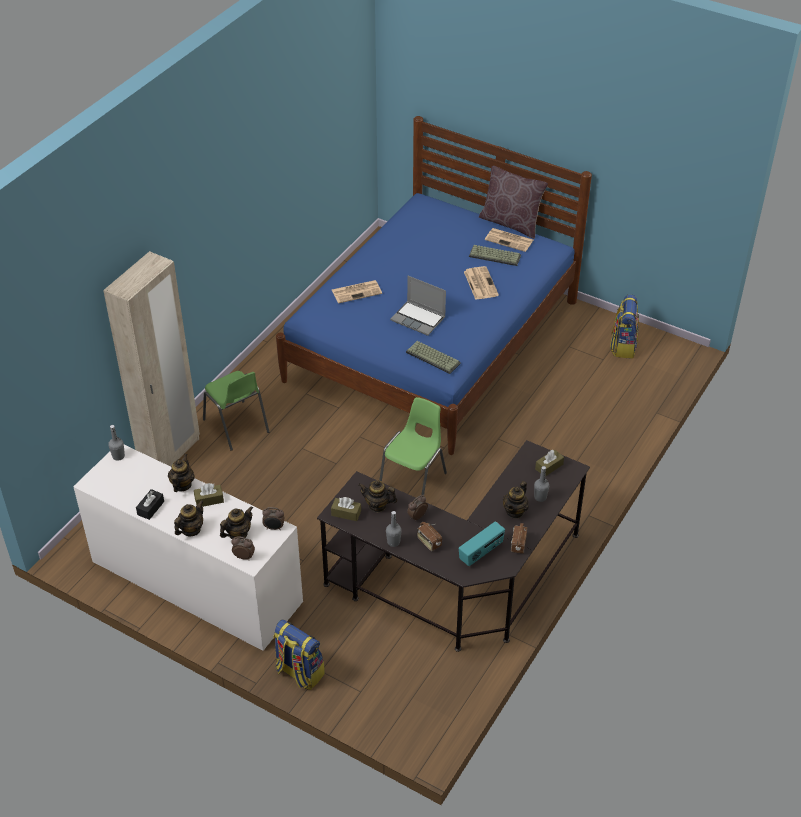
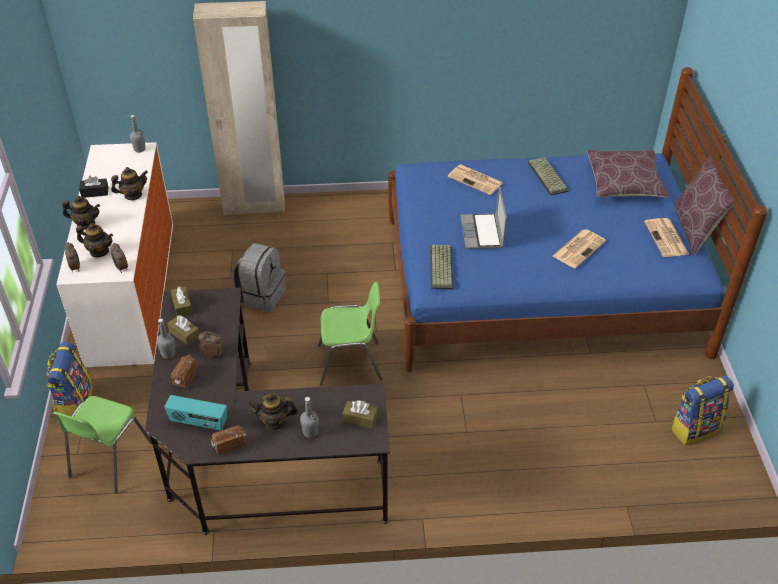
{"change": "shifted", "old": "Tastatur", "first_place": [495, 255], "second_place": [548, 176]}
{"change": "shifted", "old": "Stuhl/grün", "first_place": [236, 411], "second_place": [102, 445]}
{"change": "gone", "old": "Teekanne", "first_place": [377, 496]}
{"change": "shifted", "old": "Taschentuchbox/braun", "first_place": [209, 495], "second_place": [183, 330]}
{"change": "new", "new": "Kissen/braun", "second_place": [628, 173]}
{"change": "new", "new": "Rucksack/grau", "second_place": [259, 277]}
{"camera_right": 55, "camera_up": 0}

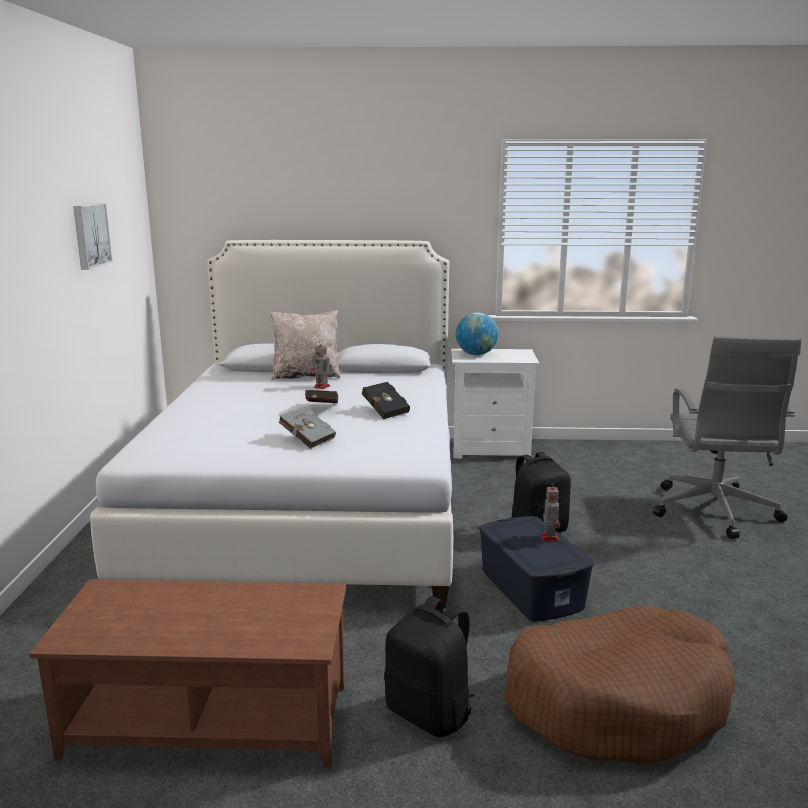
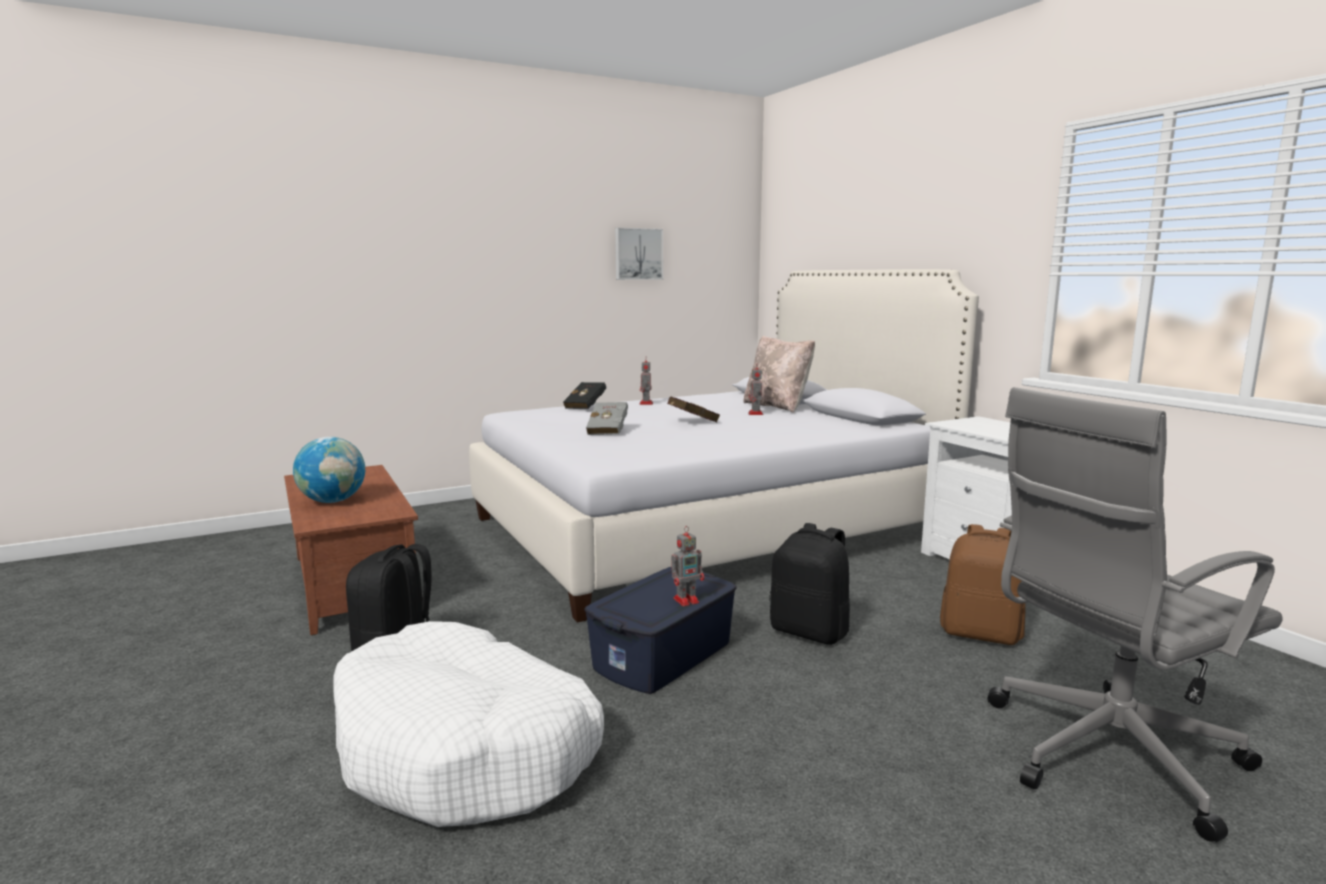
{"change": "shifted", "old": "Globus", "first_place": [477, 333], "second_place": [329, 470]}
{"change": "shifted", "old": "Buch/schwarz", "first_place": [386, 400], "second_place": [584, 395]}
{"change": "repainted", "old": "Hundebett/braun", "new": "Hundebett/weiß", "first_place": [619, 685], "second_place": [468, 724]}
{"change": "new", "new": "Spielzeugroboter", "second_place": [646, 383]}
{"change": "new", "new": "Rucksack/braun", "second_place": [983, 584]}
{"camera_right": 60, "camera_up": -5}

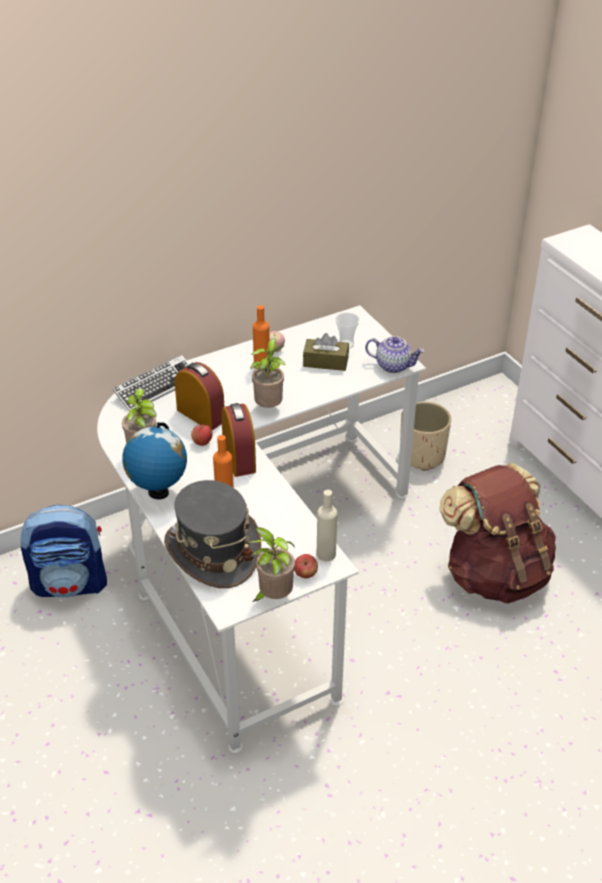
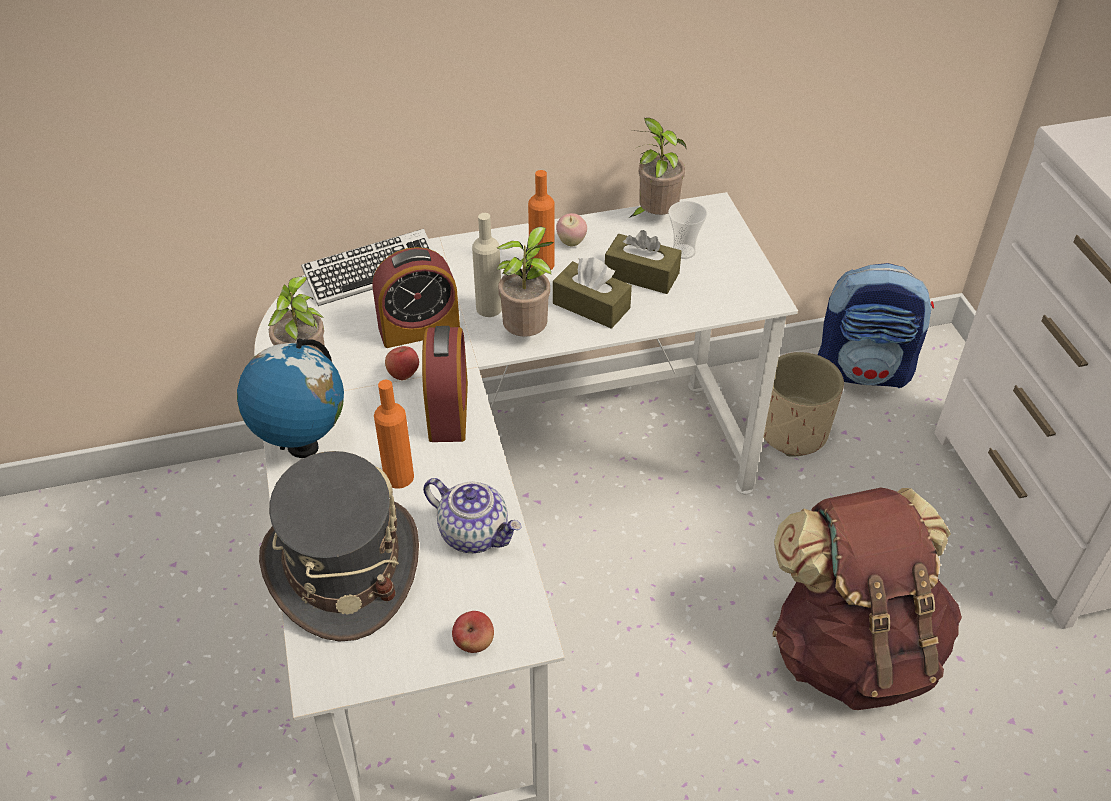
{"change": "shifted", "old": "Teekanne", "first_place": [394, 354], "second_place": [472, 515]}
{"change": "rotated", "old": "Wecker", "first_place": [199, 396], "second_place": [416, 297], "degrees": 105}
{"change": "shifted", "old": "Flasche/beige", "first_place": [327, 525], "second_place": [487, 265]}
{"change": "shifted", "old": "Rucksack", "first_place": [63, 551], "second_place": [876, 325]}
{"change": "shifted", "old": "Topfpflanze", "first_place": [271, 564], "second_place": [658, 168]}
{"change": "new", "new": "Taschentuchbox/braun", "second_place": [592, 293]}
{"camera_right": 15, "camera_up": 5}

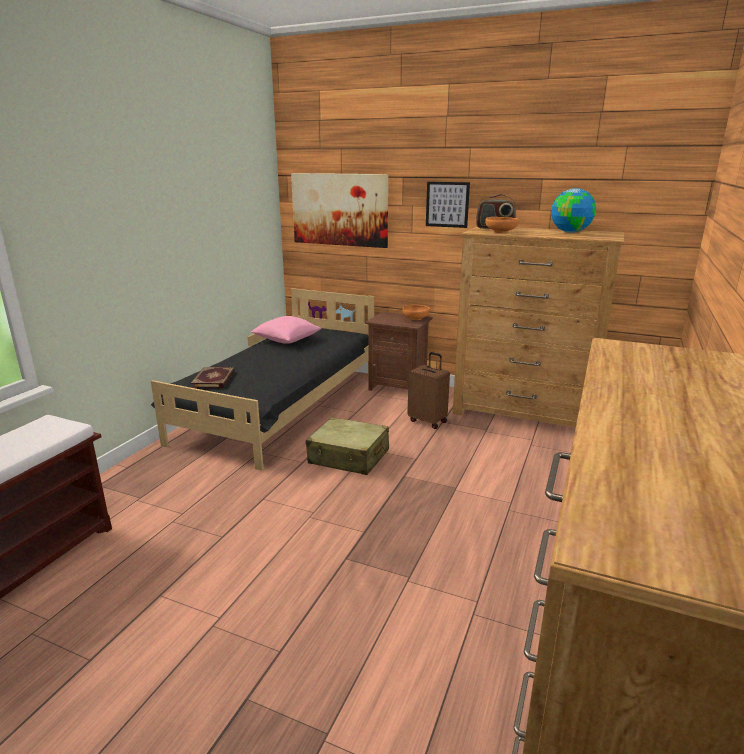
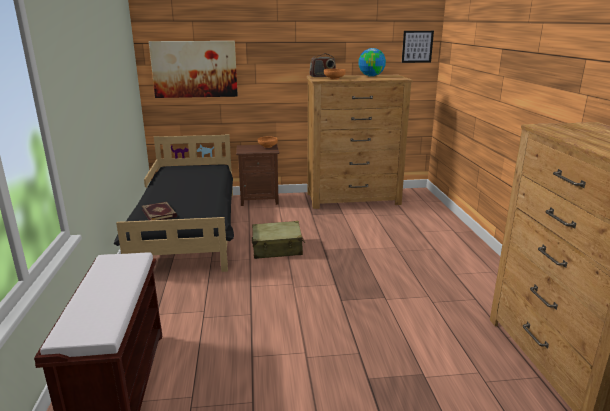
{"change": "shifted", "old": "Bild", "first_place": [448, 205], "second_place": [418, 47]}
{"change": "gone", "old": "Kissen/rosa", "first_place": [286, 330]}
{"change": "gone", "old": "Koffer/braun", "first_place": [428, 390]}
{"camera_right": -30, "camera_up": 0}

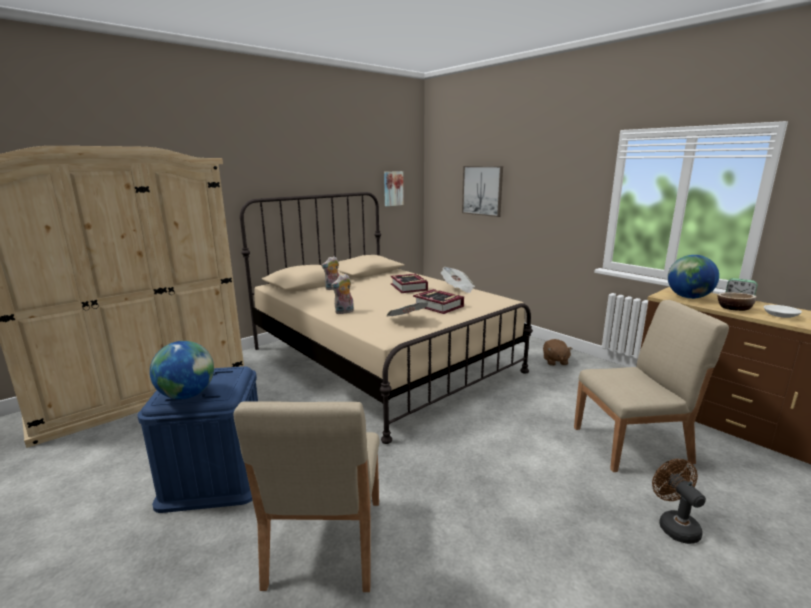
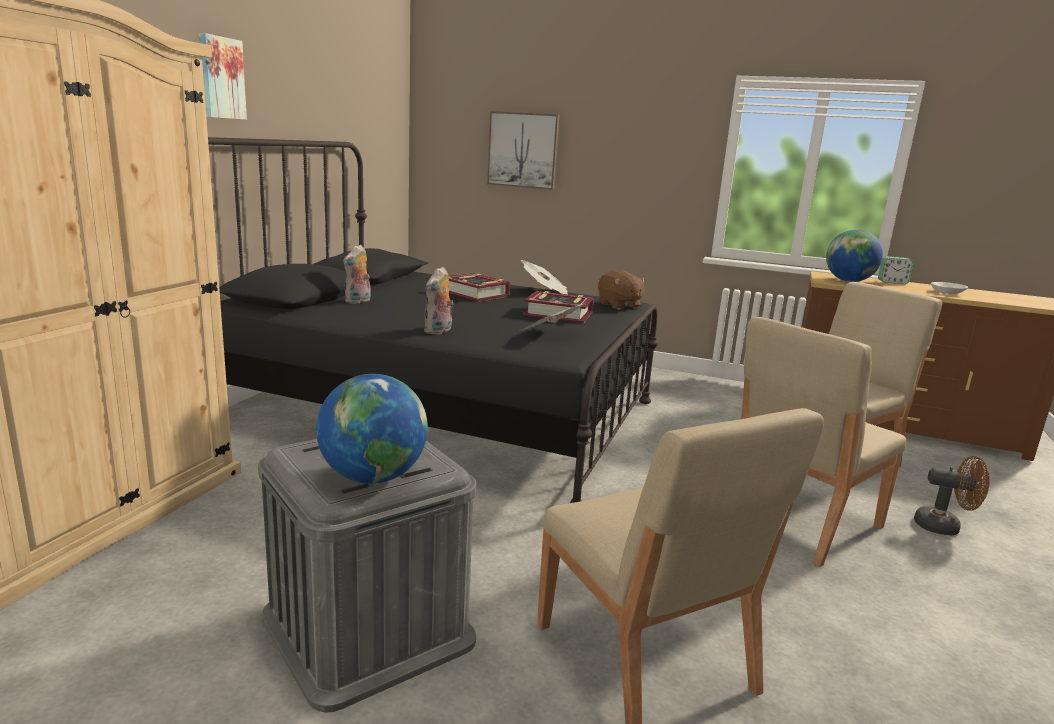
{"change": "shifted", "old": "Bild", "first_place": [393, 188], "second_place": [223, 76]}
{"change": "repainted", "old": "Bett/beige", "new": "Bett/schwarz", "first_place": [386, 318], "second_place": [433, 320]}
{"change": "gone", "old": "Schüssel", "first_place": [737, 301]}
{"change": "shifted", "old": "Plüschtier/braun", "first_place": [558, 352], "second_place": [622, 290]}
{"change": "repainted", "old": "Aufbewahrungsbox/blau", "new": "Aufbewahrungsbox/grau", "first_place": [197, 439], "second_place": [367, 576]}
{"change": "rotated", "old": "Ventilator/braun", "first_place": [679, 501], "second_place": [952, 496], "degrees": 150}
{"change": "new", "new": "Stuhl/beige", "second_place": [823, 442]}
{"camera_right": -30, "camera_up": 0}

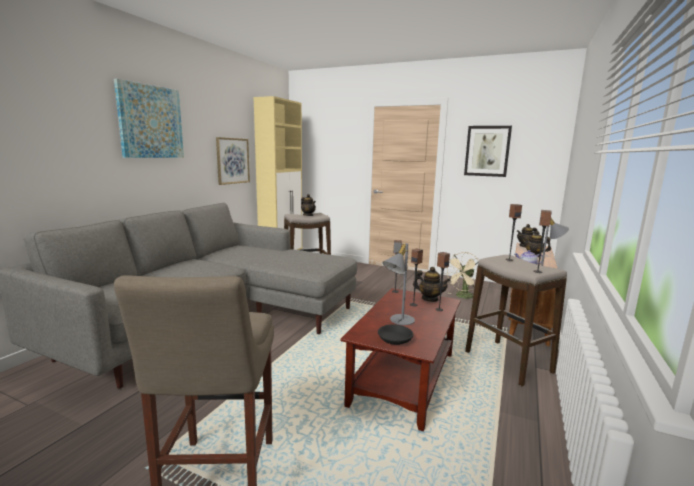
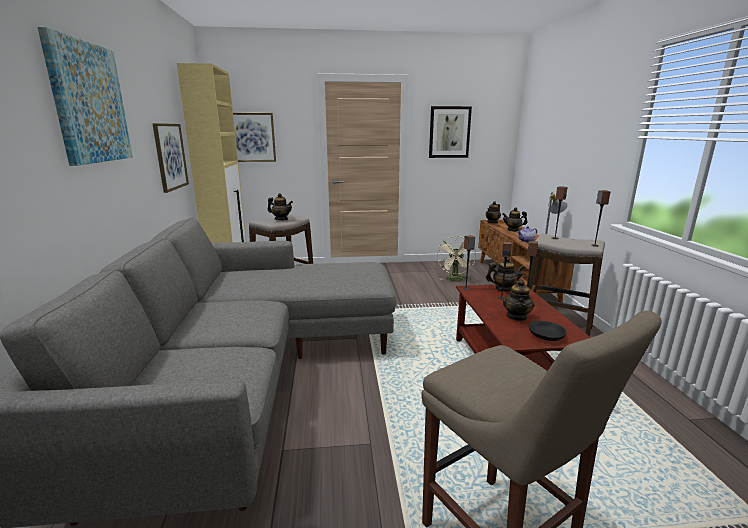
{"change": "swapped", "old": "Tischlampe/grau", "new": "Teekanne", "first_place": [398, 284], "second_place": [519, 300]}
{"change": "new", "new": "Bild", "second_place": [254, 137]}
{"camera_right": -30, "camera_up": 5}

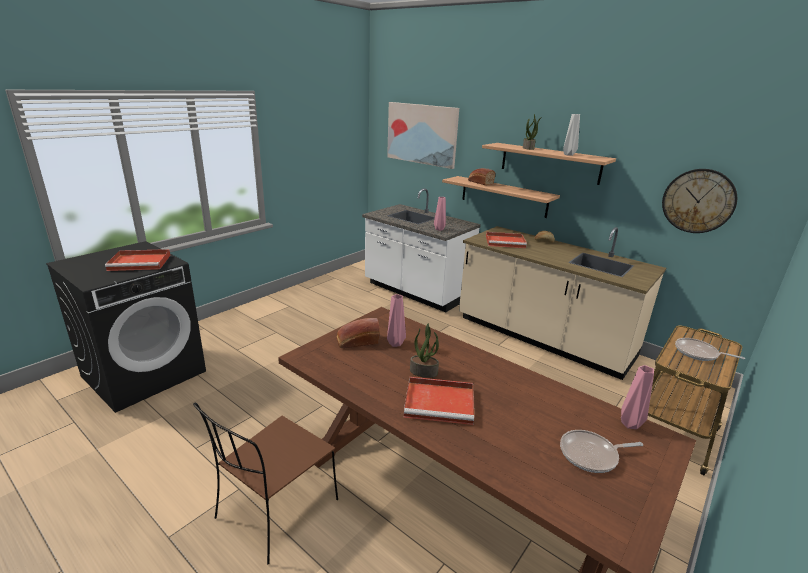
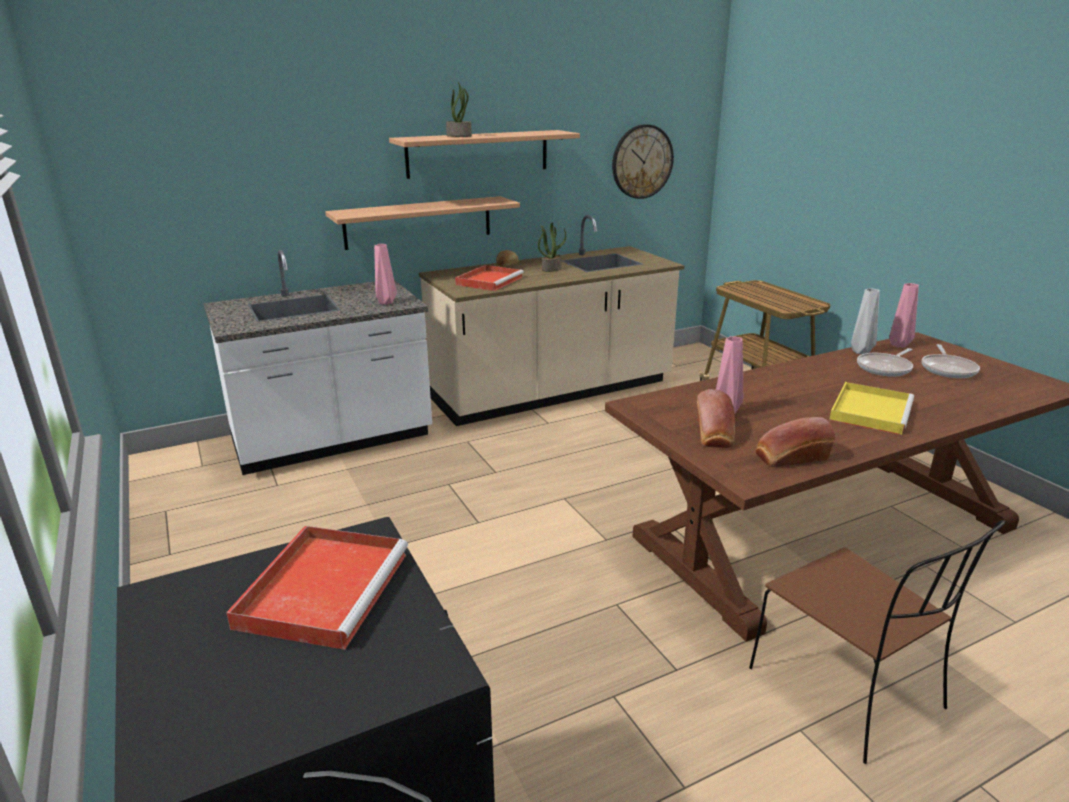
{"change": "gone", "old": "Bild", "first_place": [423, 135]}
{"change": "shifted", "old": "Vase/grau", "first_place": [571, 135], "second_place": [865, 321]}
{"change": "shifted", "old": "Brot", "first_place": [482, 176], "second_place": [795, 442]}
{"change": "shifted", "old": "Topfpflanze", "first_place": [424, 350], "second_place": [552, 247]}
{"change": "shifted", "old": "Pfanne", "first_place": [710, 349], "second_place": [885, 362]}
{"change": "repainted", "old": "Tablett/rot", "new": "Tablett/gelb", "first_place": [439, 401], "second_place": [871, 408]}
{"camera_right": -65, "camera_up": 0}

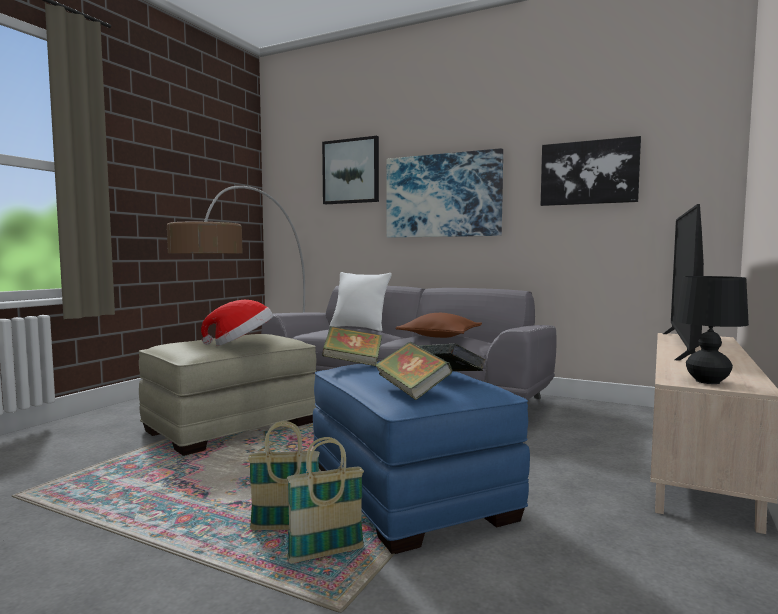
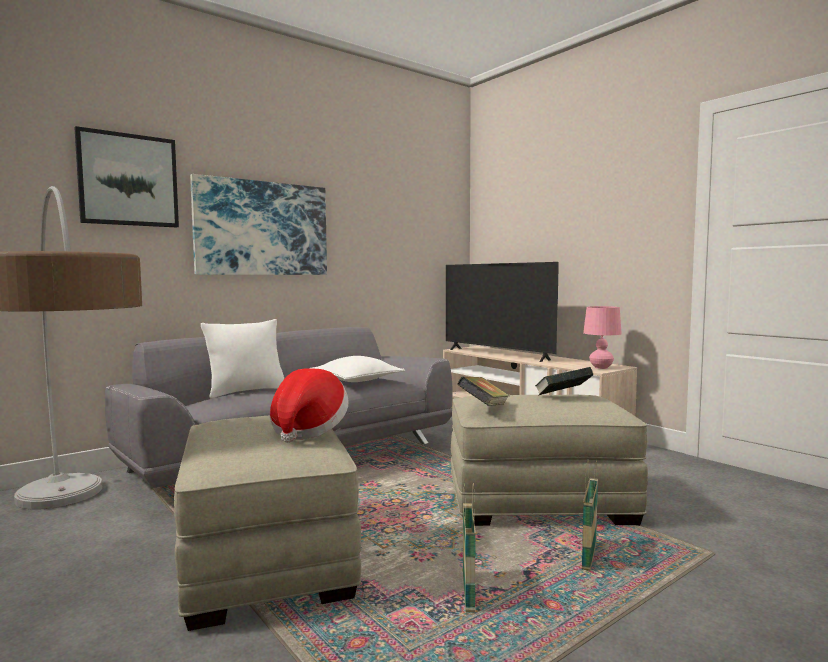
{"change": "gone", "old": "Bild", "first_place": [591, 171]}
{"change": "repainted", "old": "Tischlampe/schwarz", "new": "Tischlampe/rosa", "first_place": [712, 330], "second_place": [602, 337]}
{"change": "repainted", "old": "Kissen/braun", "new": "Kissen/weiß", "first_place": [438, 325], "second_place": [358, 369]}
{"change": "gone", "old": "Buch", "first_place": [414, 371]}
{"change": "repainted", "old": "Polsterhocker/blau", "new": "Polsterhocker/beige", "first_place": [421, 457], "second_place": [549, 460]}
{"change": "shifted", "old": "Korb", "first_place": [325, 500], "second_place": [469, 547]}
{"camera_right": -65, "camera_up": 0}

